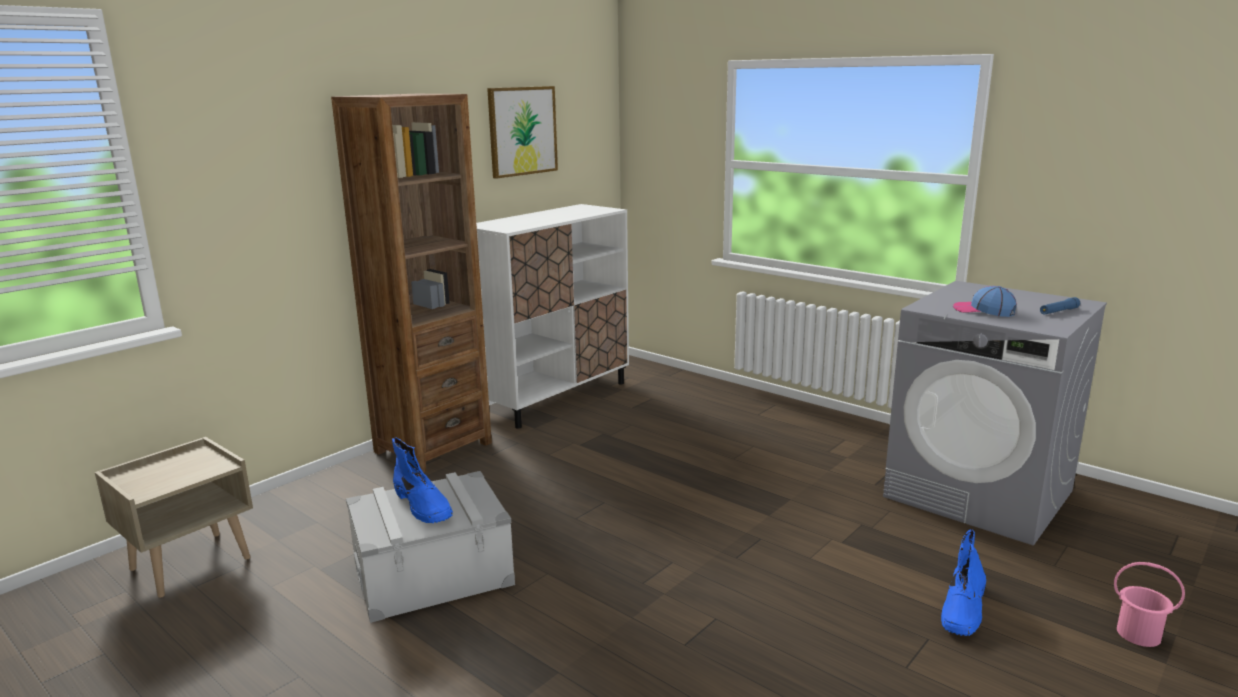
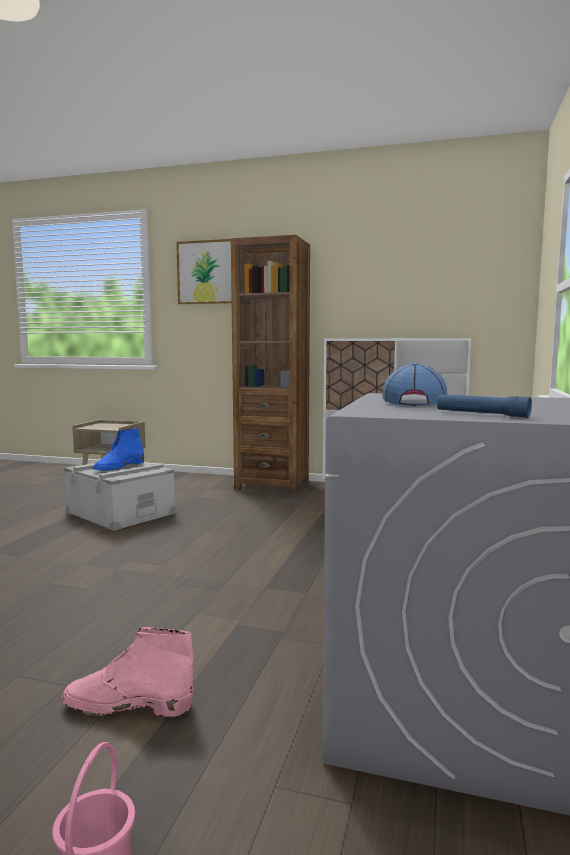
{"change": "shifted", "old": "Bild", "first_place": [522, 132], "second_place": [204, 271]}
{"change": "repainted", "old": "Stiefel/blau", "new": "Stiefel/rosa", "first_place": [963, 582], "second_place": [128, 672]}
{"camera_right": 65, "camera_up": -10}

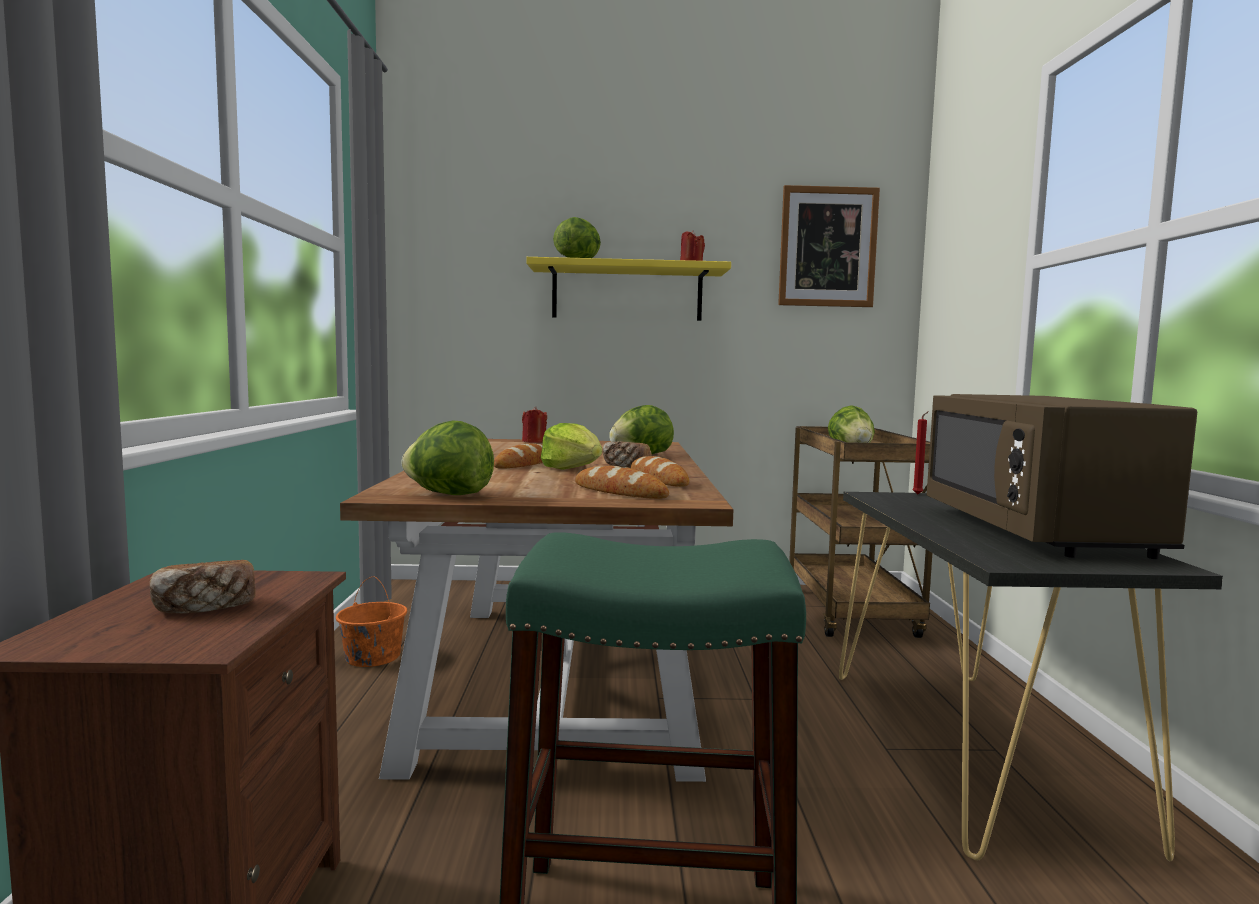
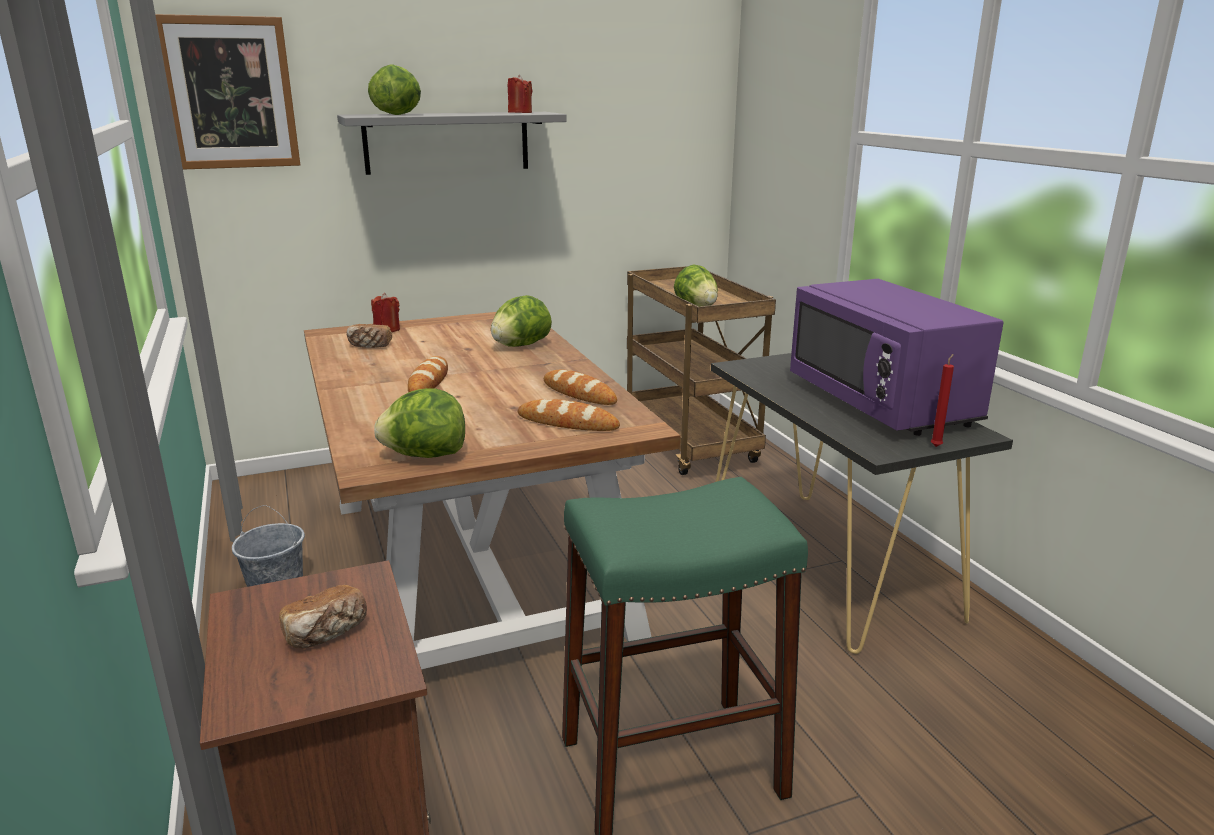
{"change": "shifted", "old": "Bild", "first_place": [829, 246], "second_place": [227, 92]}
{"change": "repainted", "old": "Wandregal/gelb", "new": "Wandregal/grau", "first_place": [628, 289], "second_place": [452, 143]}
{"change": "repainted", "old": "Mikrowelle/braun", "new": "Mikrowelle/lila", "first_place": [1062, 476], "second_place": [897, 357]}
{"change": "shifted", "old": "Kerze/rot", "first_place": [920, 453], "second_place": [942, 400]}
{"change": "gone", "old": "Salatkopf", "first_place": [571, 446]}
{"change": "shifted", "old": "Brot", "first_place": [627, 454], "second_place": [369, 336]}
{"change": "repainted", "old": "Eimer/orange", "new": "Eimer/grau", "first_place": [371, 622], "second_place": [268, 546]}
{"camera_right": -20, "camera_up": 15}

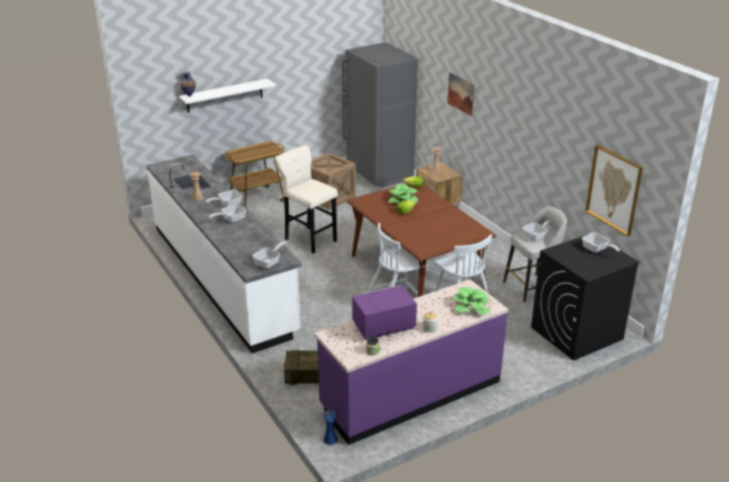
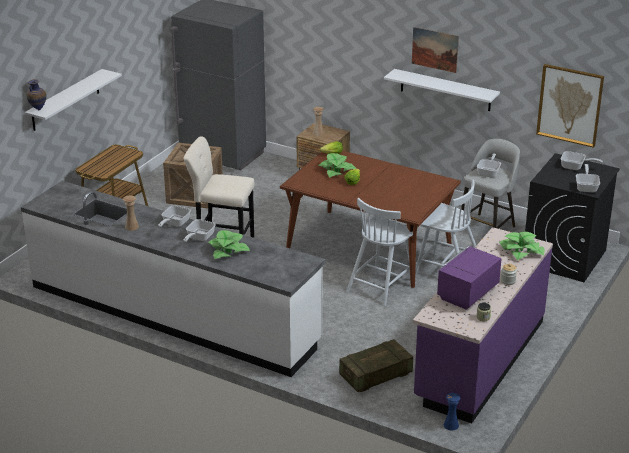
{"change": "shifted", "old": "Bild", "first_place": [461, 94], "second_place": [435, 50]}
{"change": "shifted", "old": "Pfanne", "first_place": [269, 254], "second_place": [588, 178]}
{"change": "new", "new": "Wandregal/weiß", "second_place": [442, 90]}
{"change": "new", "new": "Topfpflanze", "second_place": [229, 244]}
{"camera_right": -30, "camera_up": 0}

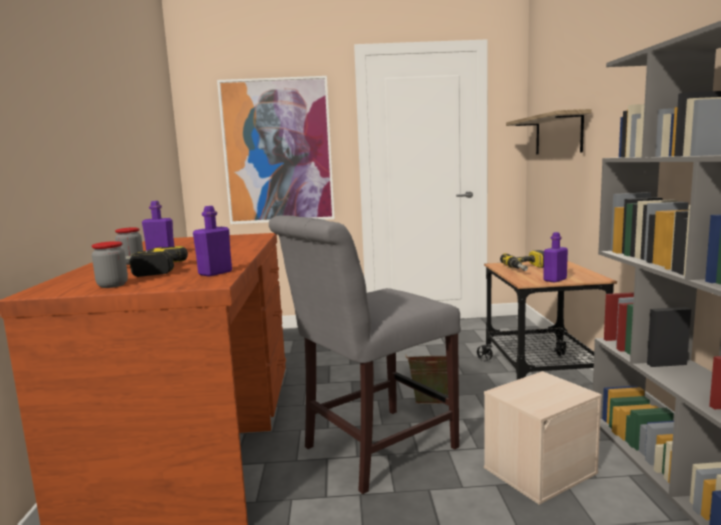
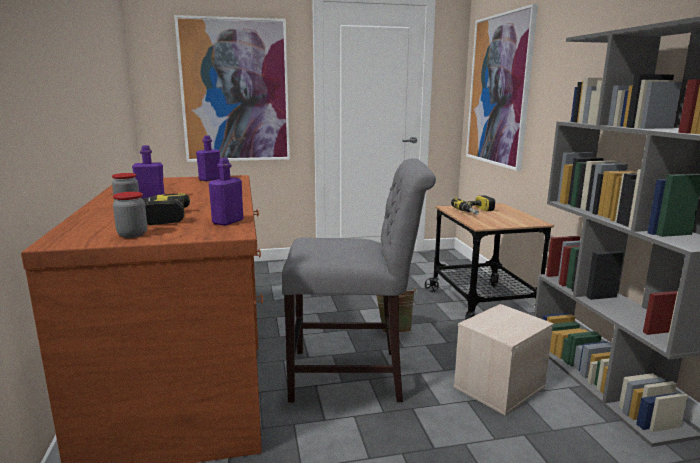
{"change": "swapped", "old": "Wandregal", "new": "Bild", "first_place": [549, 131], "second_place": [502, 87]}
{"change": "rotated", "old": "Stuhl/grau", "first_place": [365, 354], "second_place": [359, 280], "degrees": -135}
{"change": "shifted", "old": "Flasche/lila", "first_place": [555, 257], "second_place": [208, 158]}
{"camera_right": -10, "camera_up": 5}

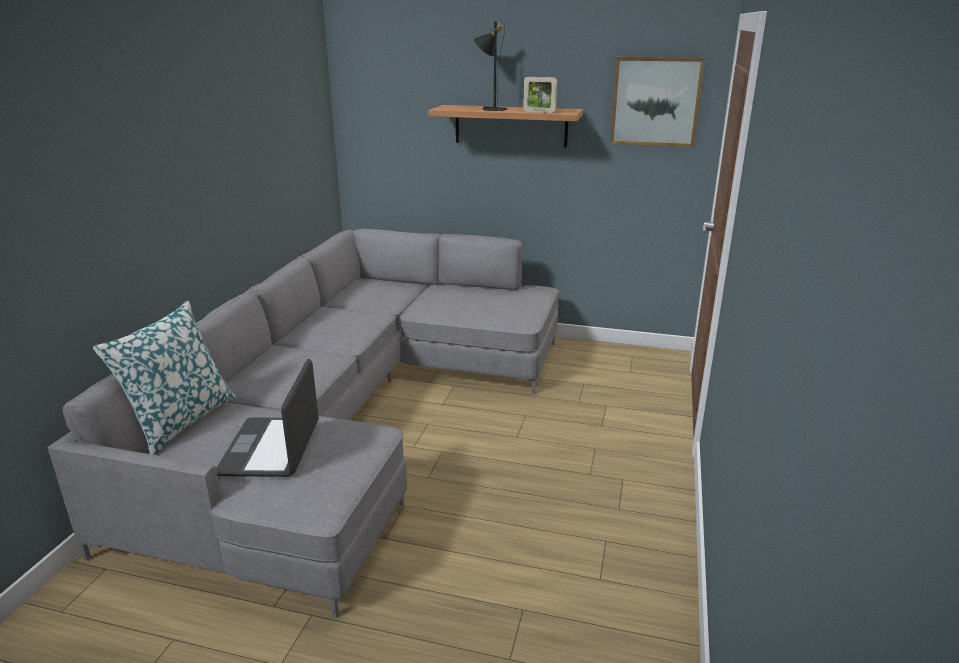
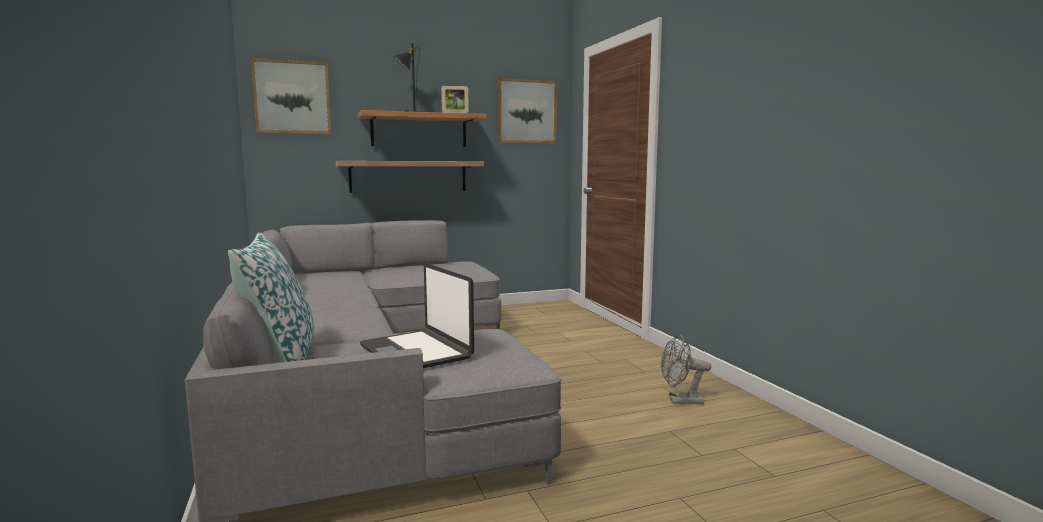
{"change": "new", "new": "Bild", "second_place": [291, 96]}
{"change": "new", "new": "Wandregal", "second_place": [410, 177]}
{"change": "new", "new": "Ventilator/grau", "second_place": [686, 369]}
{"camera_right": -35, "camera_up": -15}

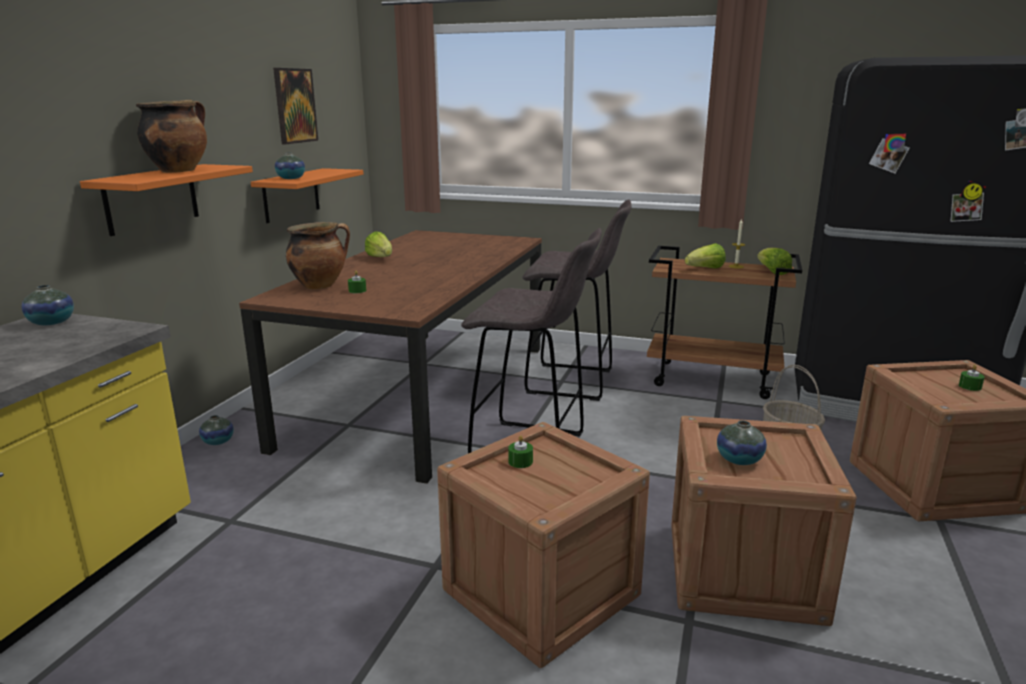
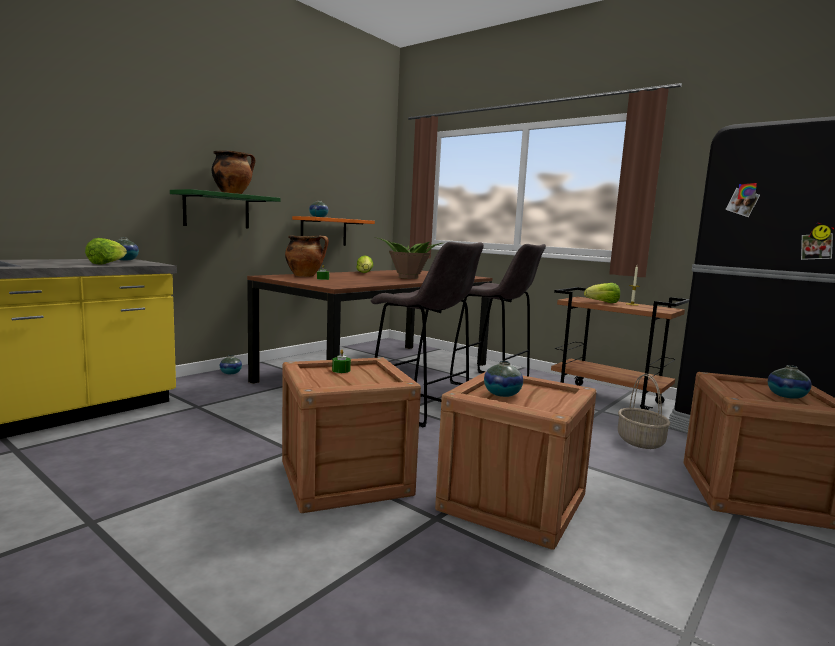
{"change": "gone", "old": "Bild", "first_place": [295, 106]}
{"change": "repainted", "old": "Wandregal/orange", "new": "Wandregal/grün", "first_place": [166, 200], "second_place": [225, 209]}
{"change": "shifted", "old": "Salatkopf", "first_place": [774, 261], "second_place": [106, 251]}
{"change": "swapped", "old": "Kerze/grün", "new": "Vase", "first_place": [972, 378], "second_place": [790, 382]}
{"change": "new", "new": "Topfpflanze", "second_place": [409, 258]}
{"camera_right": 20, "camera_up": -10}

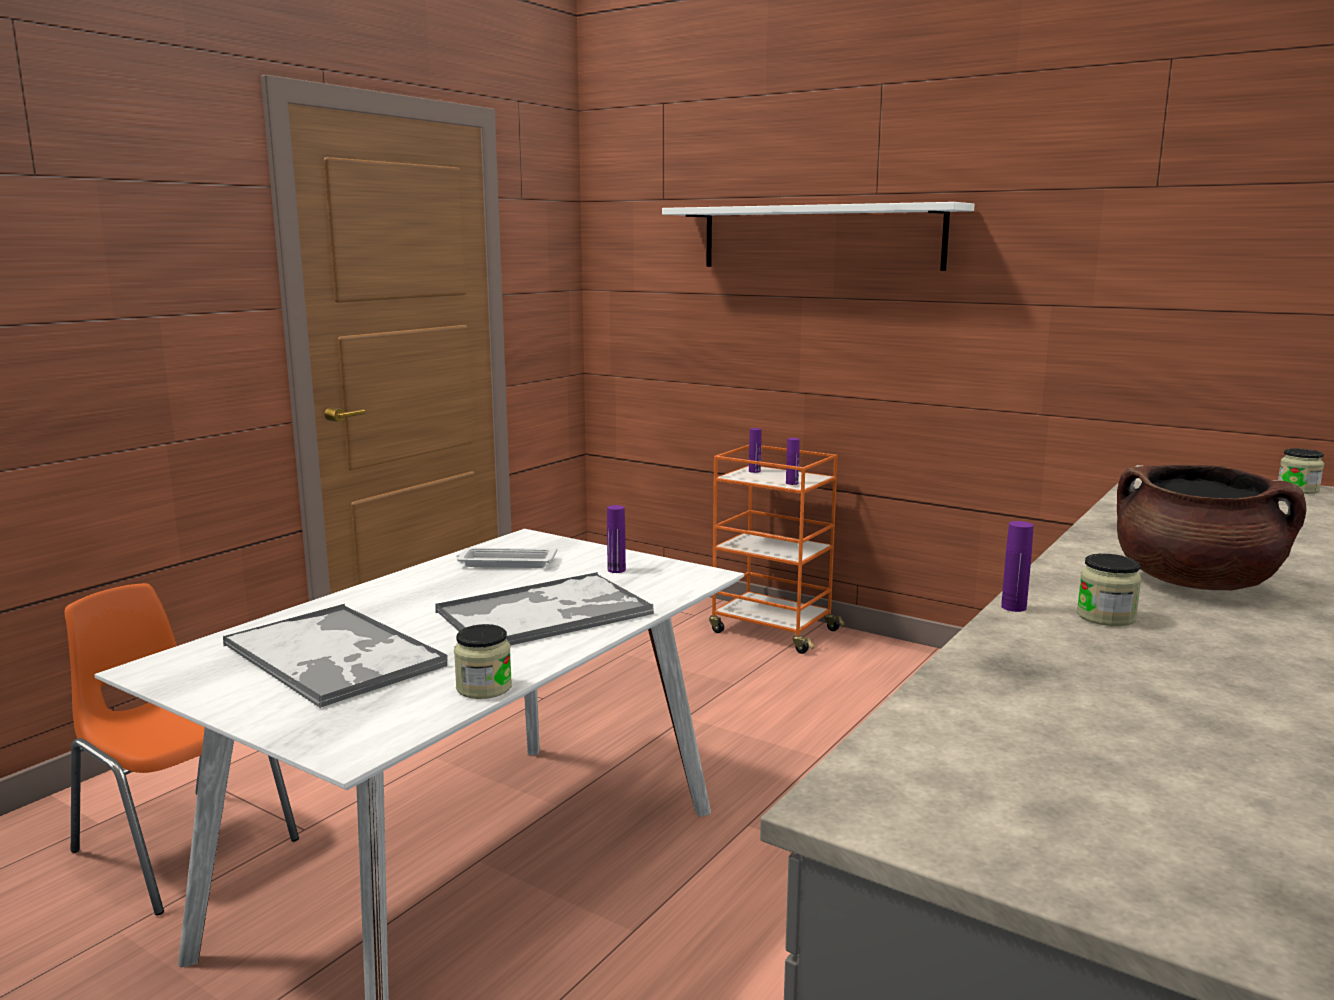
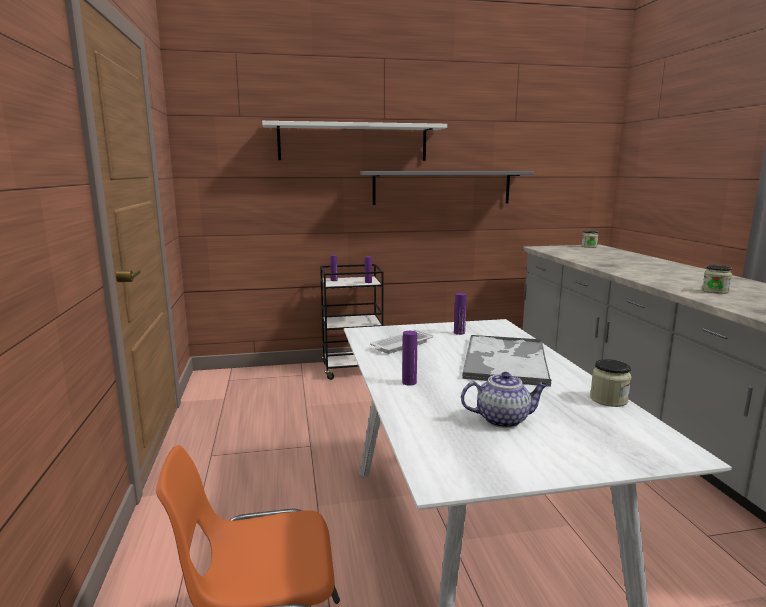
{"change": "repainted", "old": "Rollwagen/orange", "new": "Rollwagen/schwarz", "first_place": [777, 549], "second_place": [351, 322]}
{"change": "gone", "old": "Kochtopf/braun", "first_place": [1211, 528]}
{"change": "shifted", "old": "Flasche/lila", "first_place": [1017, 566], "second_place": [409, 358]}
{"change": "swapped", "old": "Tablett", "new": "Teekanne", "first_place": [335, 656], "second_place": [504, 400]}
{"change": "new", "new": "Wandregal/grau", "second_place": [447, 188]}
{"camera_right": -45, "camera_up": 0}

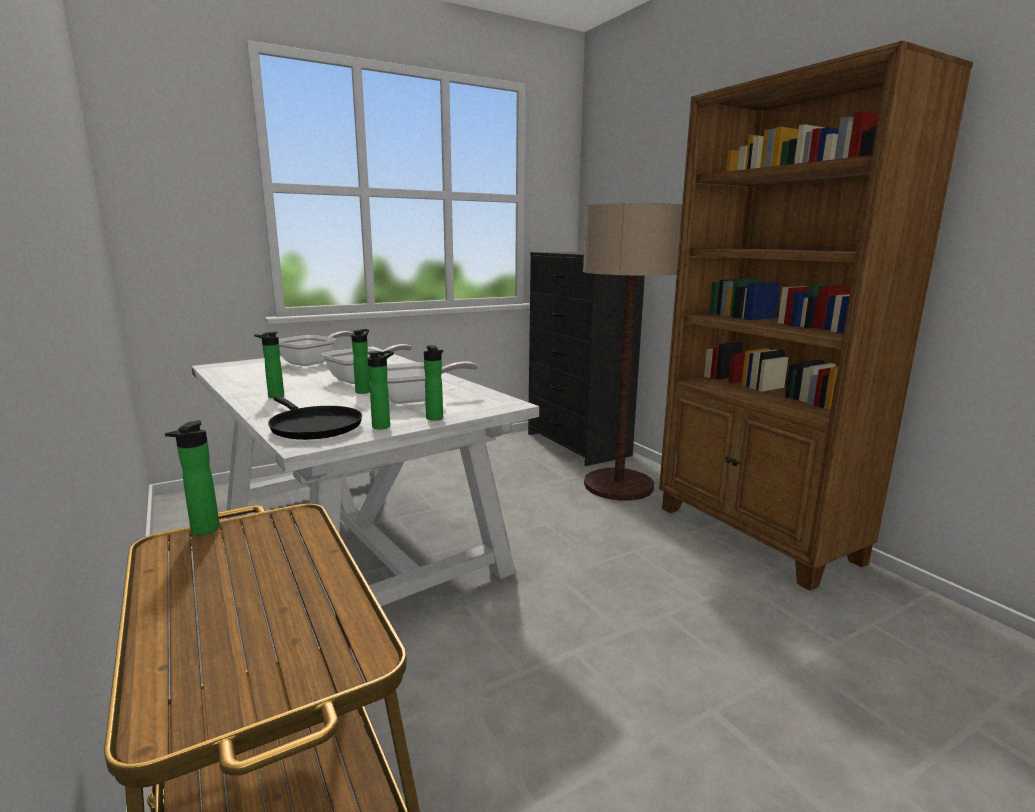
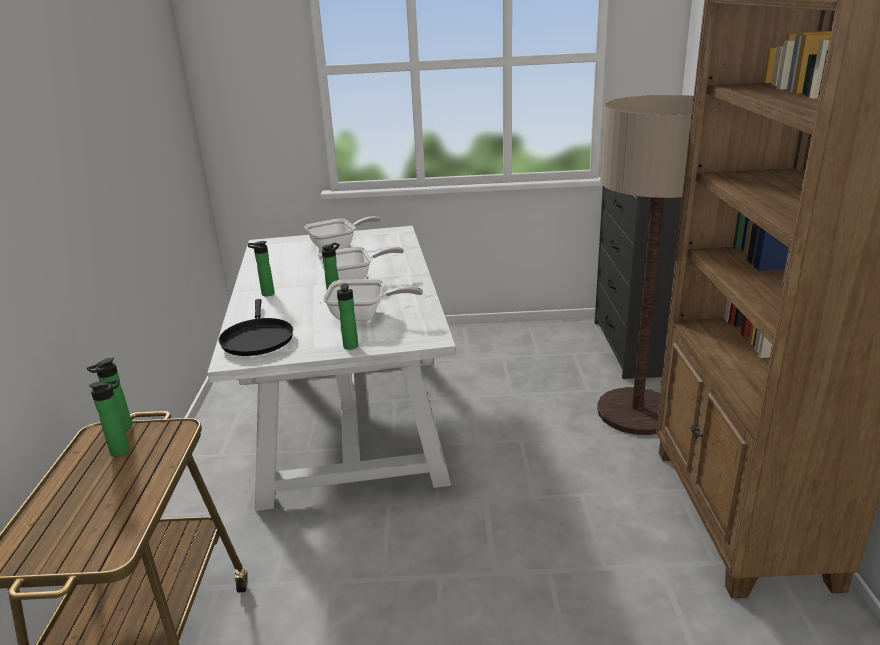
{"change": "shifted", "old": "Flasche", "first_place": [381, 389], "second_place": [109, 417]}
{"camera_right": 30, "camera_up": 10}

